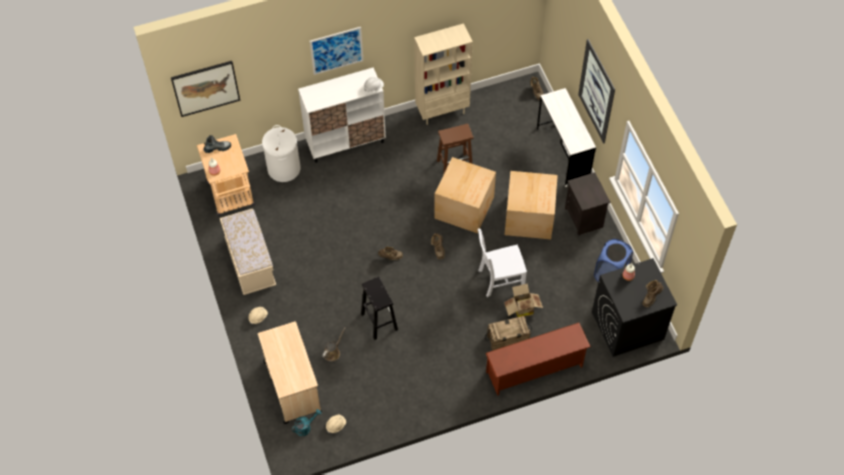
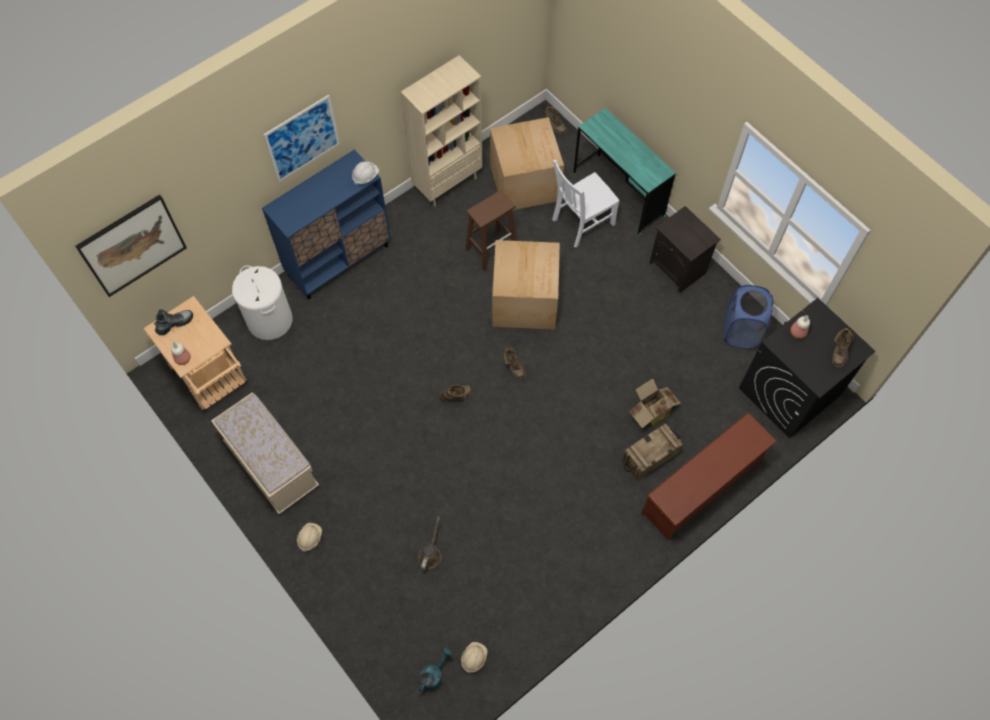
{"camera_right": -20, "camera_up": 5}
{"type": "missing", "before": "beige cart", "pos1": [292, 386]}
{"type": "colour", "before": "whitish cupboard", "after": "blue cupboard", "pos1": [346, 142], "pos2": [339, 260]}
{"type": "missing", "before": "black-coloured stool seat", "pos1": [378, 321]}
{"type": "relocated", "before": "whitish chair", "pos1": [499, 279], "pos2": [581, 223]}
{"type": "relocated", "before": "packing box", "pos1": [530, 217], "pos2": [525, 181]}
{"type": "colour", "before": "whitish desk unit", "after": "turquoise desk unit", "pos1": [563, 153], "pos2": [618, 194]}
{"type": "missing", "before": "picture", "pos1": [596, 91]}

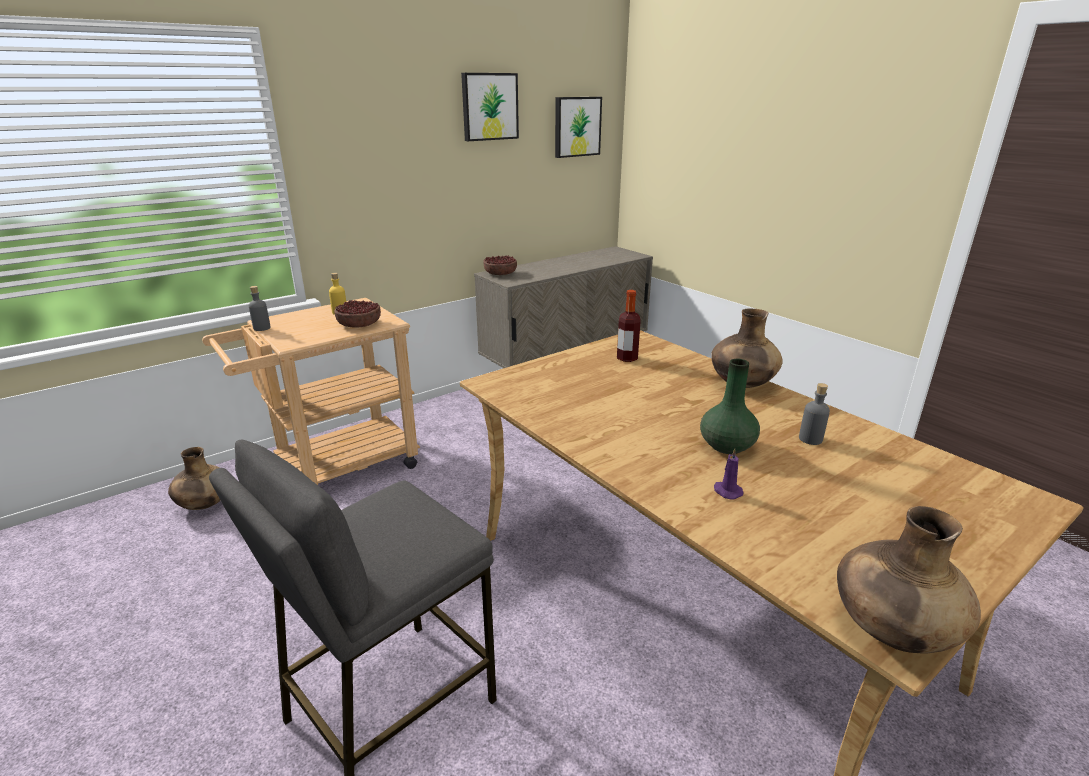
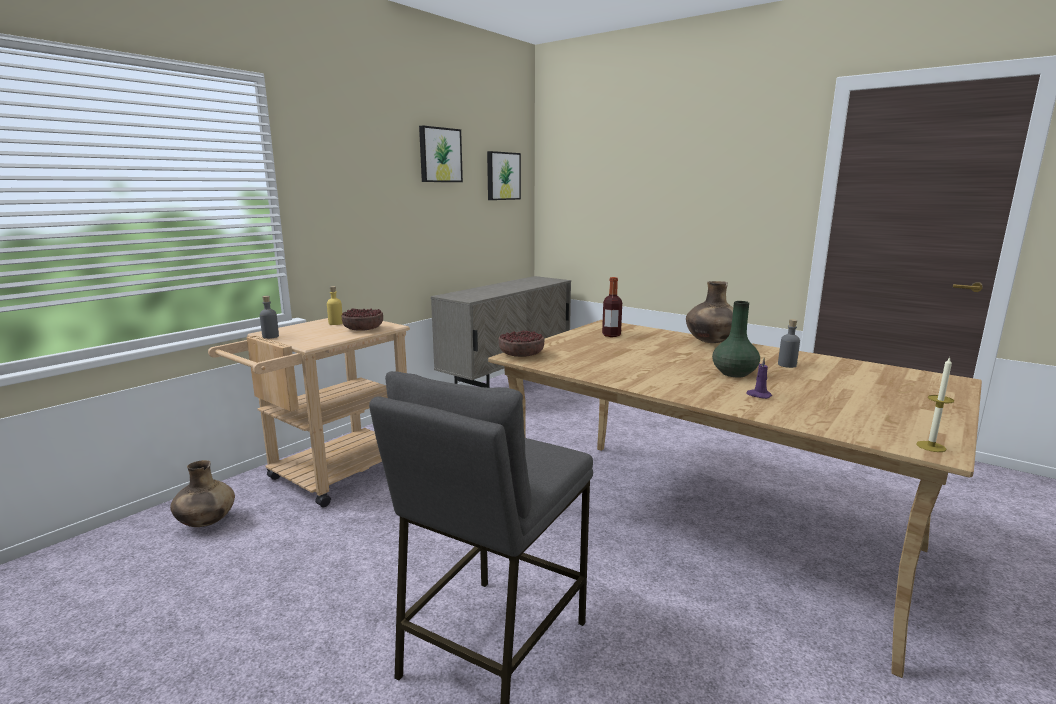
{"camera_right": -15, "camera_up": -10}
{"type": "relocated", "before": "deep dish", "pos1": [500, 273], "pos2": [521, 354]}
{"type": "exchanged", "before": "brown-coloured vase", "after": "candle", "pos1": [891, 630], "pos2": [931, 446]}

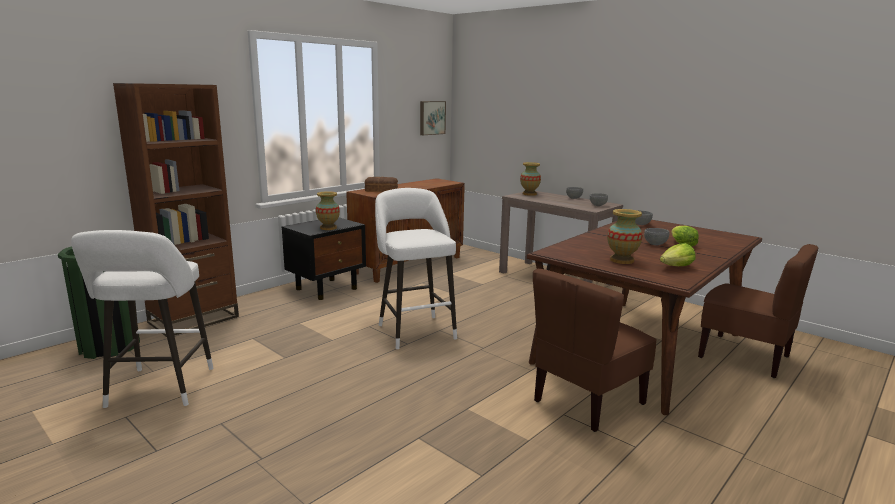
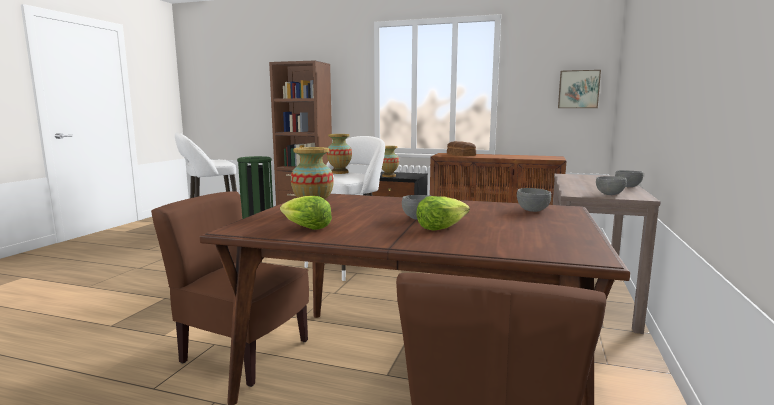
{"camera_right": 65, "camera_up": -5}
{"type": "relocated", "before": "vase", "pos1": [529, 194], "pos2": [339, 172]}

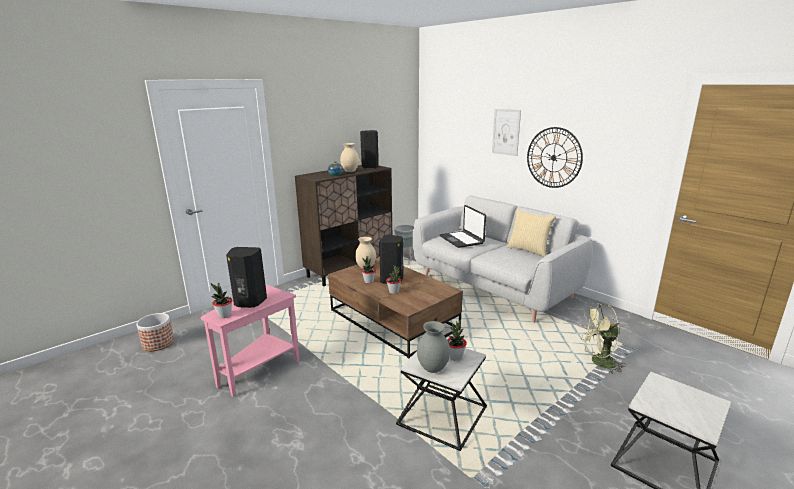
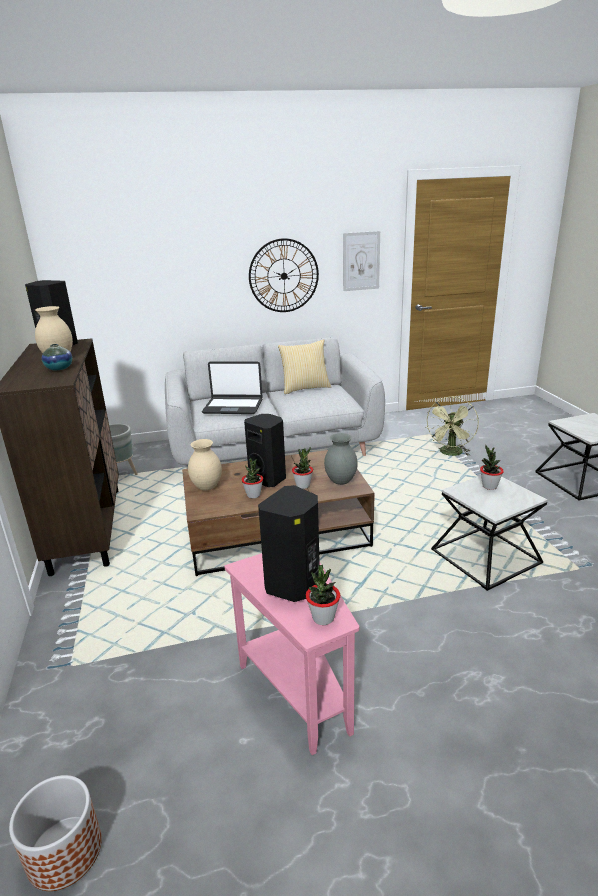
{"camera_right": -60, "camera_up": 5}
{"type": "relocated", "before": "grey vase", "pos1": [433, 368], "pos2": [340, 481]}
{"type": "relocated", "before": "picture", "pos1": [506, 132], "pos2": [361, 261]}

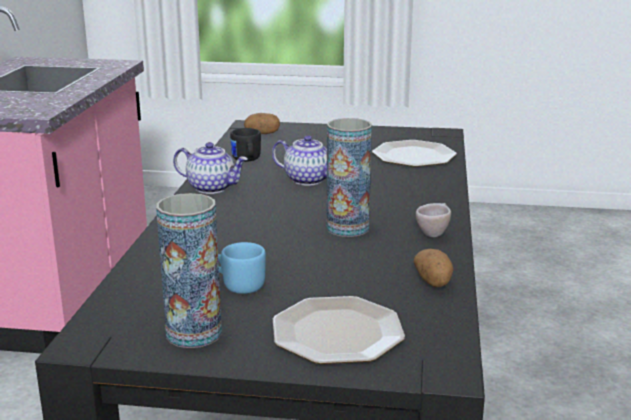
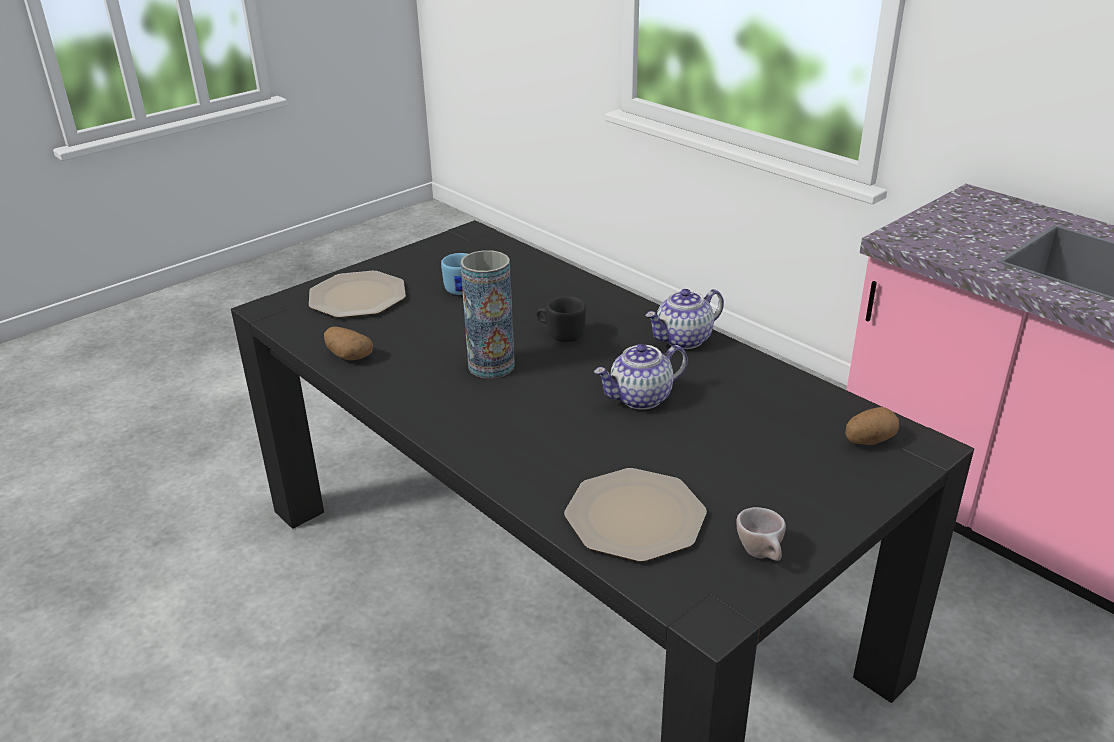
{"camera_right": 130, "camera_up": 10}
{"type": "missing", "before": "vase", "pos1": [194, 333]}
{"type": "relocated", "before": "black-coloured mug", "pos1": [246, 160], "pos2": [560, 334]}
{"type": "relocated", "before": "beige cup", "pos1": [434, 233], "pos2": [762, 555]}

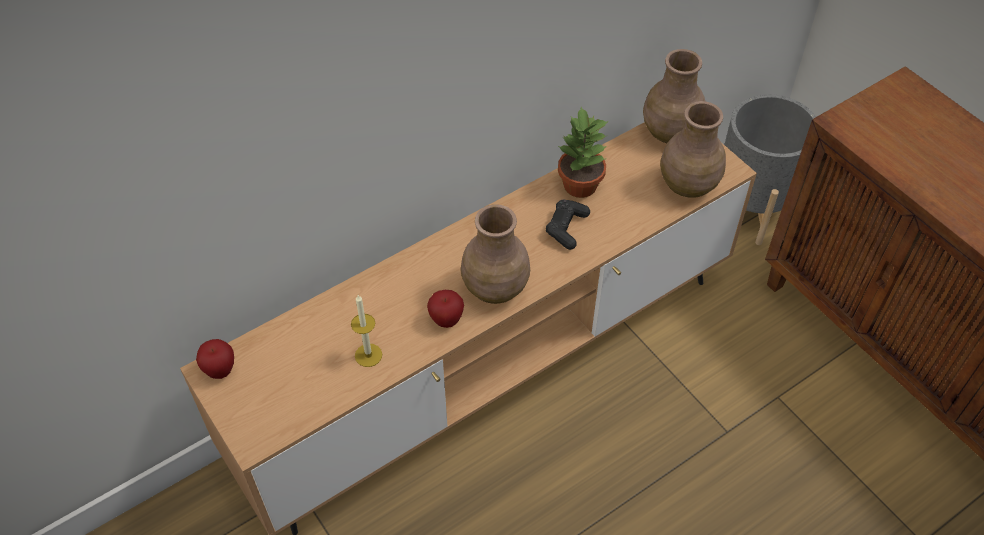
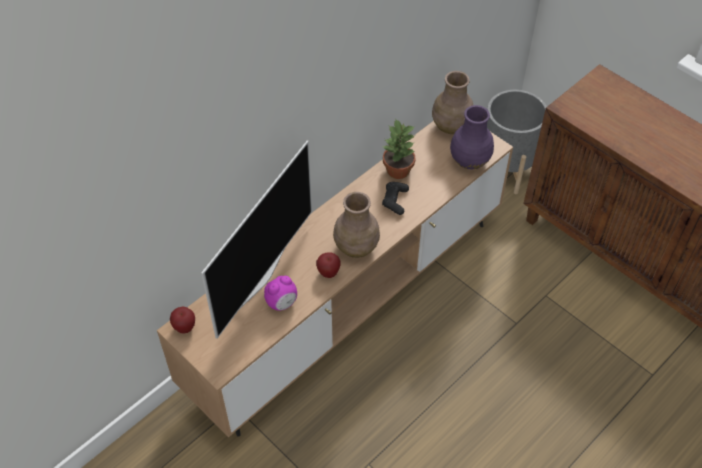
{"camera_right": -10, "camera_up": 0}
{"type": "exchanged", "before": "candle", "after": "alarm clock", "pos1": [368, 355], "pos2": [282, 303]}
{"type": "colour", "before": "brown-coloured vase", "after": "purple-coloured vase", "pos1": [689, 185], "pos2": [470, 161]}
{"type": "appeared", "after": "TV set", "pos2": [260, 277]}

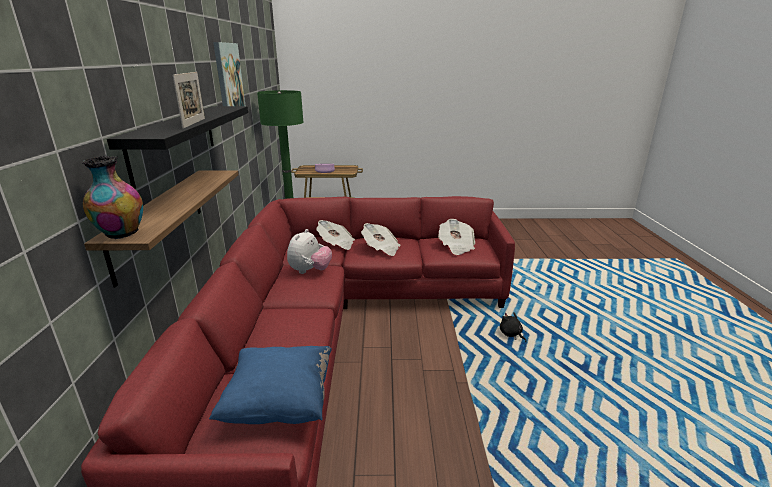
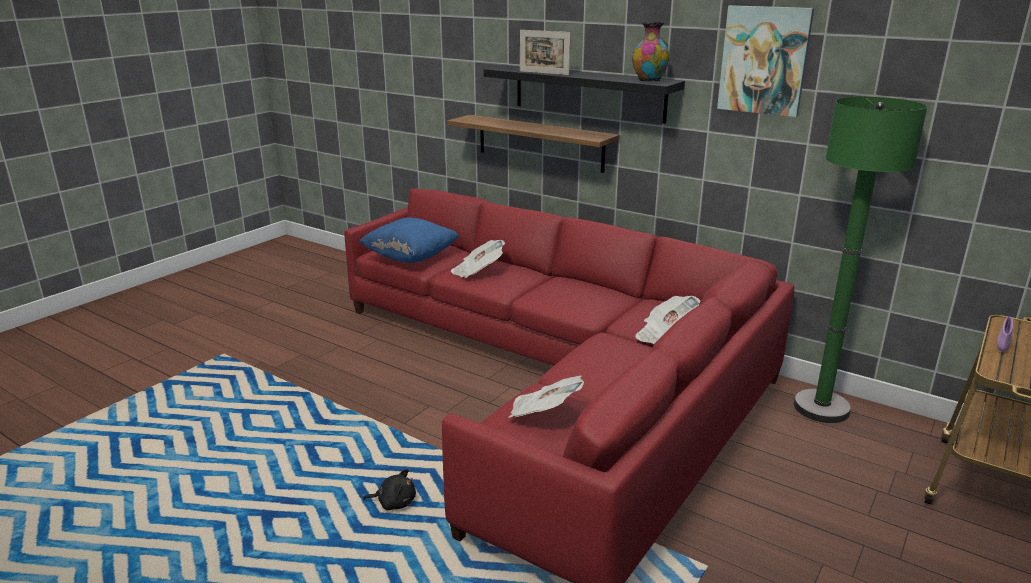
{"camera_right": 125, "camera_up": 0}
{"type": "relocated", "before": "vase", "pos1": [121, 234], "pos2": [649, 80]}
{"type": "missing", "before": "soft toy", "pos1": [310, 271]}
{"type": "relocated", "before": "newspaper", "pos1": [381, 249], "pos2": [477, 272]}

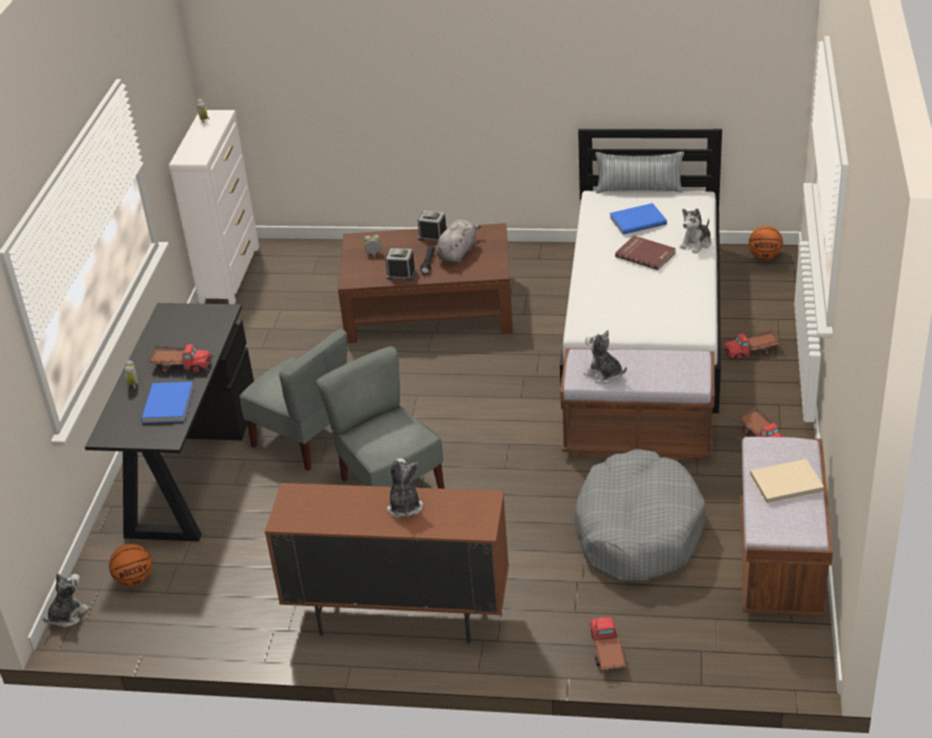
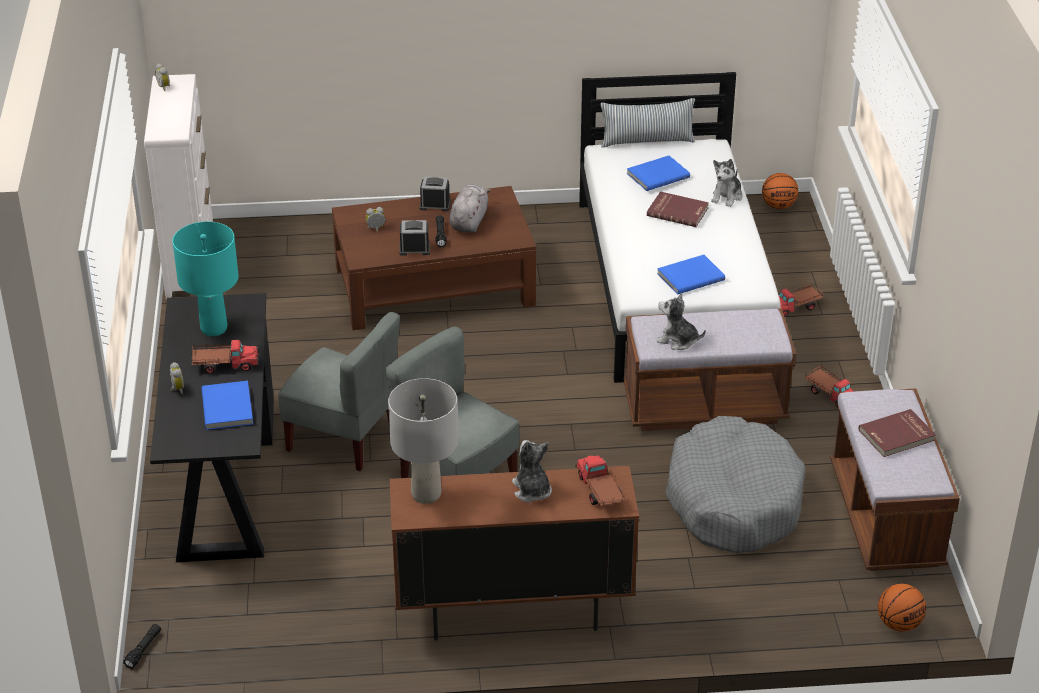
{"camera_right": -15, "camera_up": 0}
{"type": "exchanged", "before": "soft toy", "after": "black-coloured flashlight", "pos1": [67, 615], "pos2": [143, 650]}
{"type": "relocated", "before": "basketball ball", "pos1": [134, 580], "pos2": [899, 624]}
{"type": "relocated", "before": "model truck", "pos1": [607, 652], "pos2": [599, 491]}
{"type": "colour", "before": "beige volume", "after": "red-coloured volume", "pos1": [786, 484], "pos2": [897, 436]}
{"type": "appeared", "after": "turquoise tabletop lamp", "pos2": [214, 329]}
{"type": "appeared", "after": "grey tabletop lamp", "pos2": [426, 494]}
{"type": "appeared", "after": "blue volume", "pos2": [690, 276]}

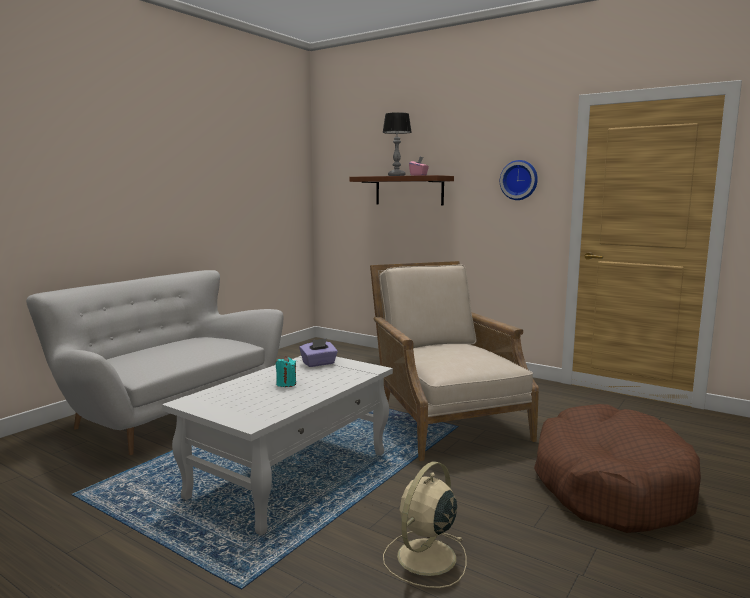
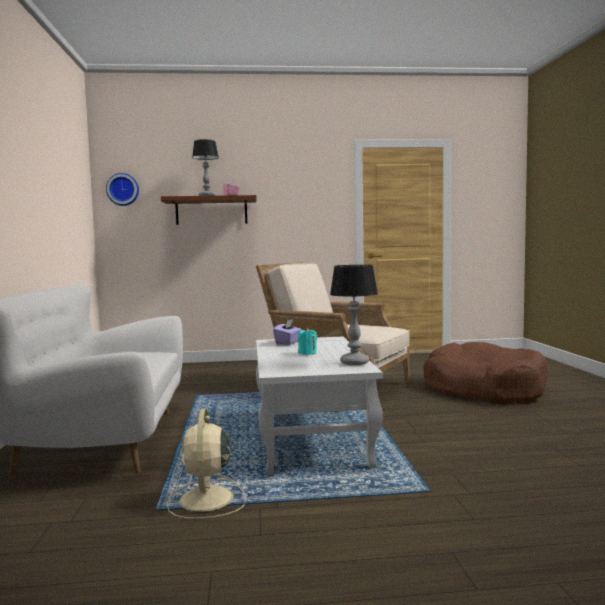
{"camera_right": -40, "camera_up": -5}
{"type": "relocated", "before": "beige electric fan", "pos1": [425, 558], "pos2": [206, 500]}
{"type": "relocated", "before": "wall clock", "pos1": [519, 180], "pos2": [123, 189]}
{"type": "appeared", "after": "tabletop lamp", "pos2": [355, 362]}

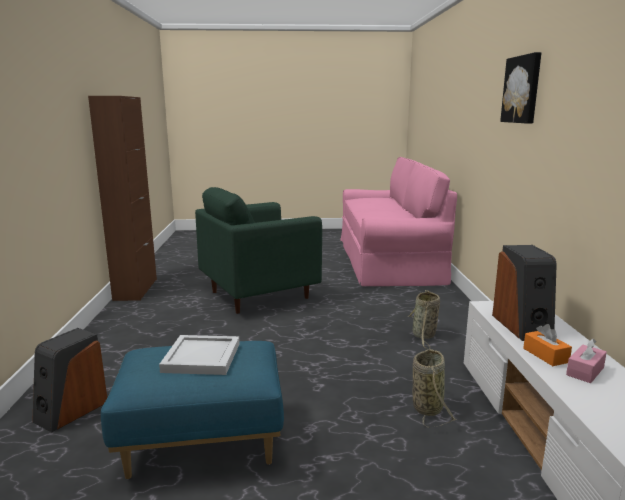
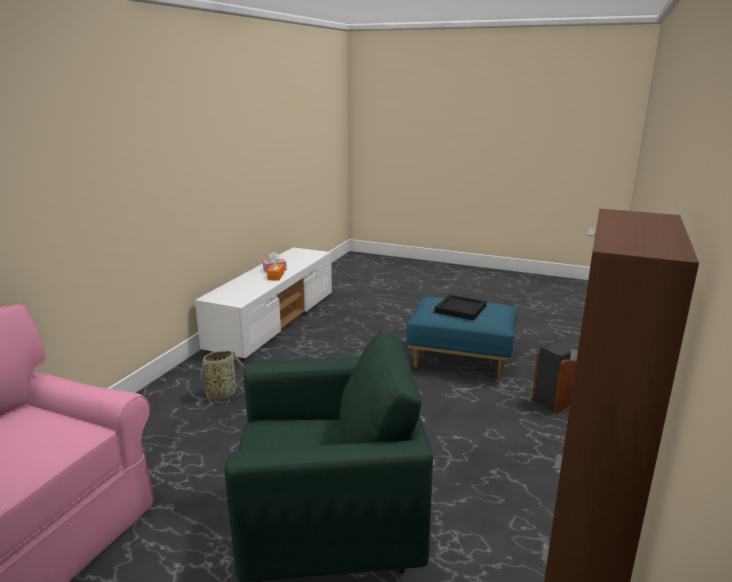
{"camera_right": -155, "camera_up": 5}
{"type": "colour", "before": "whitish carrying tray", "after": "black-coloured carrying tray", "pos1": [203, 357], "pos2": [459, 309]}
{"type": "missing", "before": "household basket", "pos1": [427, 406]}
{"type": "missing", "before": "speaker", "pos1": [522, 326]}
{"type": "missing", "before": "picture", "pos1": [522, 89]}

